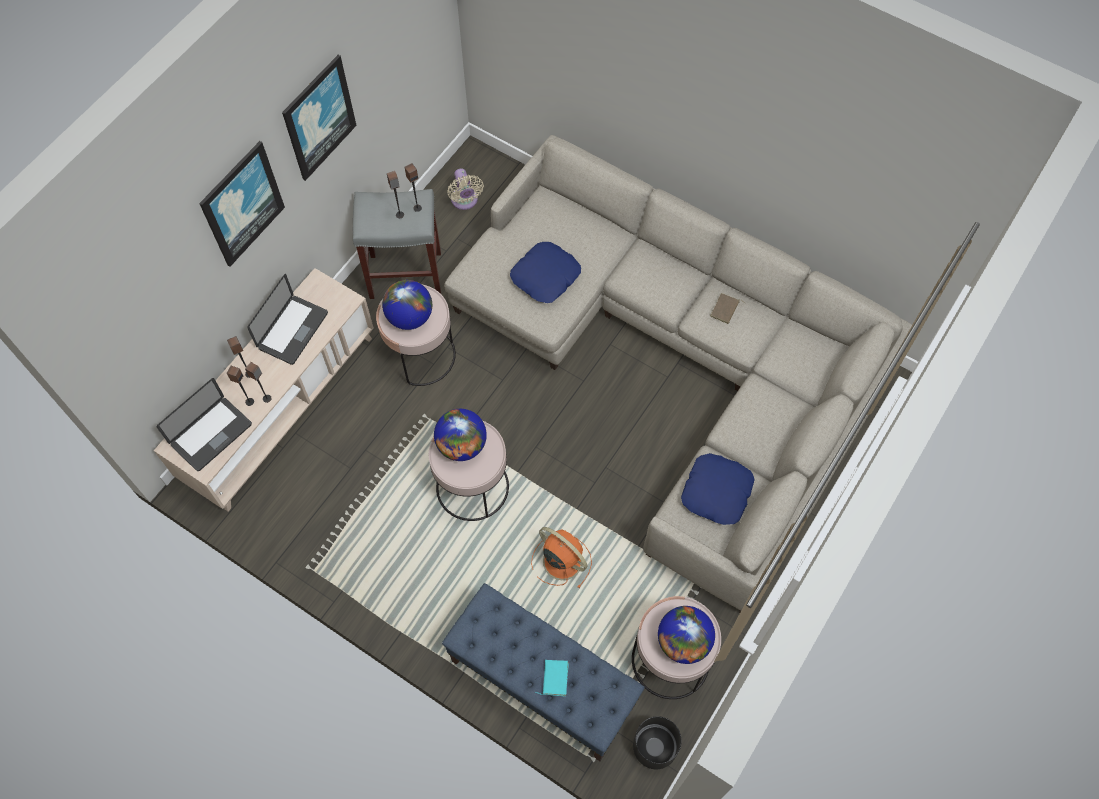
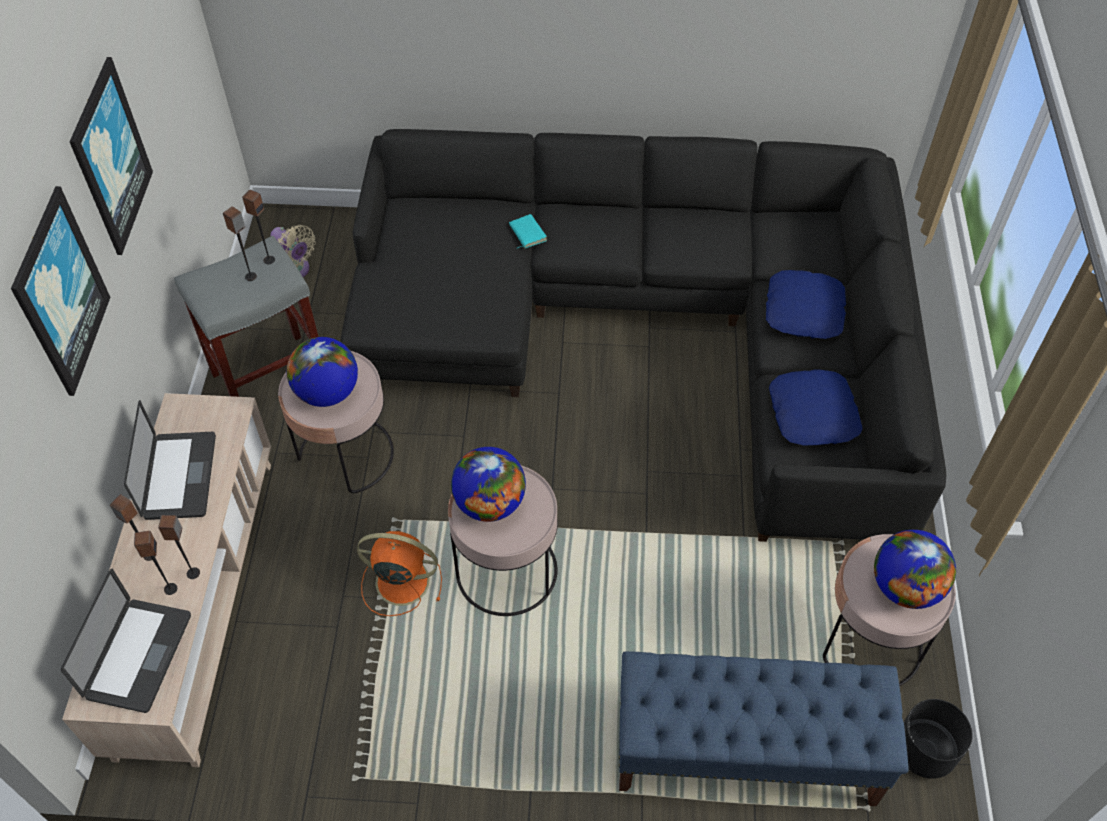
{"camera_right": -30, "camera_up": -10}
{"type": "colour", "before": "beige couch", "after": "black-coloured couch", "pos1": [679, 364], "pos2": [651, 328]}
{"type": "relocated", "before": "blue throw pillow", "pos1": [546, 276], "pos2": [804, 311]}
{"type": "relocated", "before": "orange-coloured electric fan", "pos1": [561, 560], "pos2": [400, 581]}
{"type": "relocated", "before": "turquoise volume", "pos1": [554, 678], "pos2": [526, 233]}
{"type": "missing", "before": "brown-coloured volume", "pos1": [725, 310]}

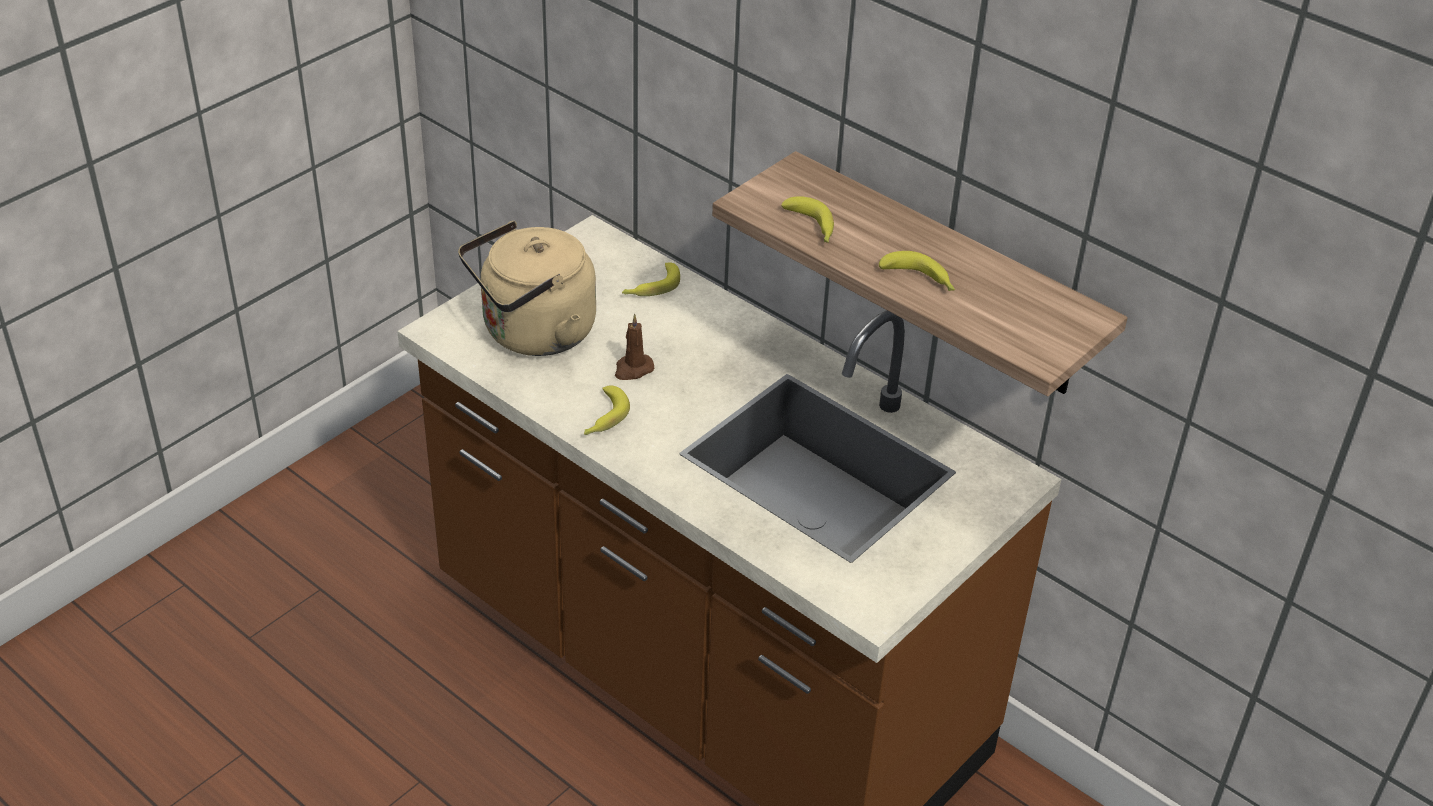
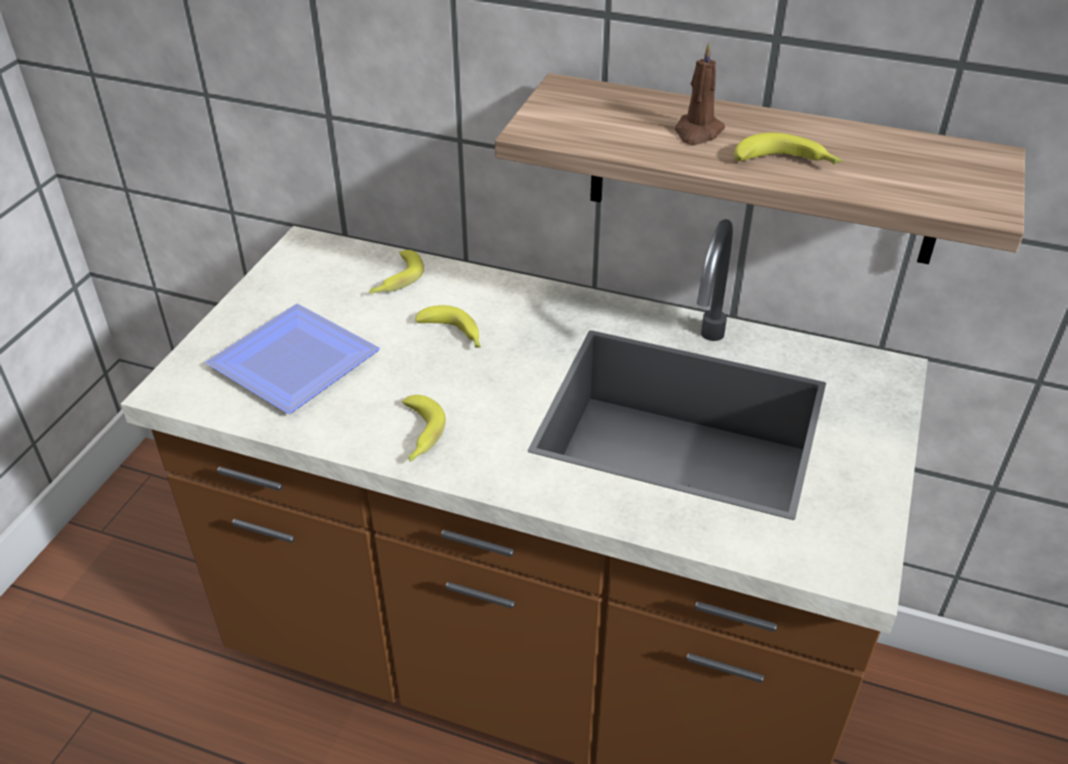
{"camera_right": -20, "camera_up": 0}
{"type": "exchanged", "before": "beige tea kettle", "after": "plate", "pos1": [533, 334], "pos2": [288, 363]}
{"type": "relocated", "before": "brown-coloured candle", "pos1": [633, 369], "pos2": [697, 132]}
{"type": "relocated", "before": "banana", "pos1": [812, 228], "pos2": [454, 335]}

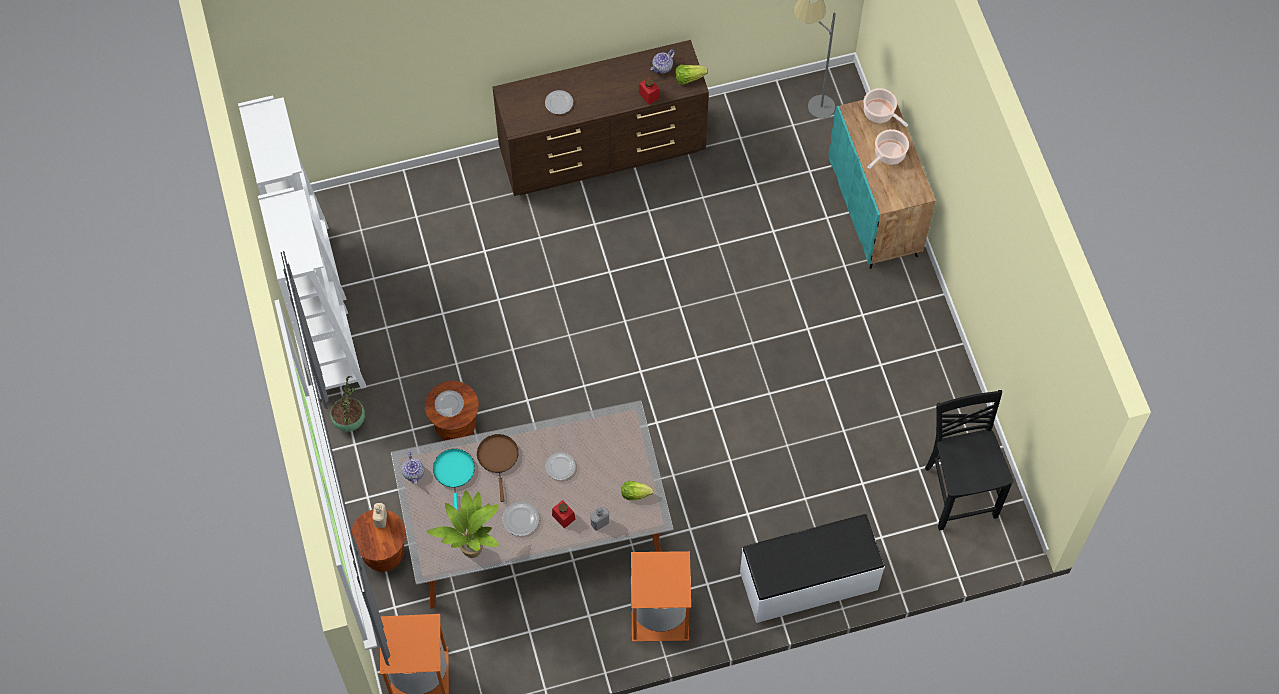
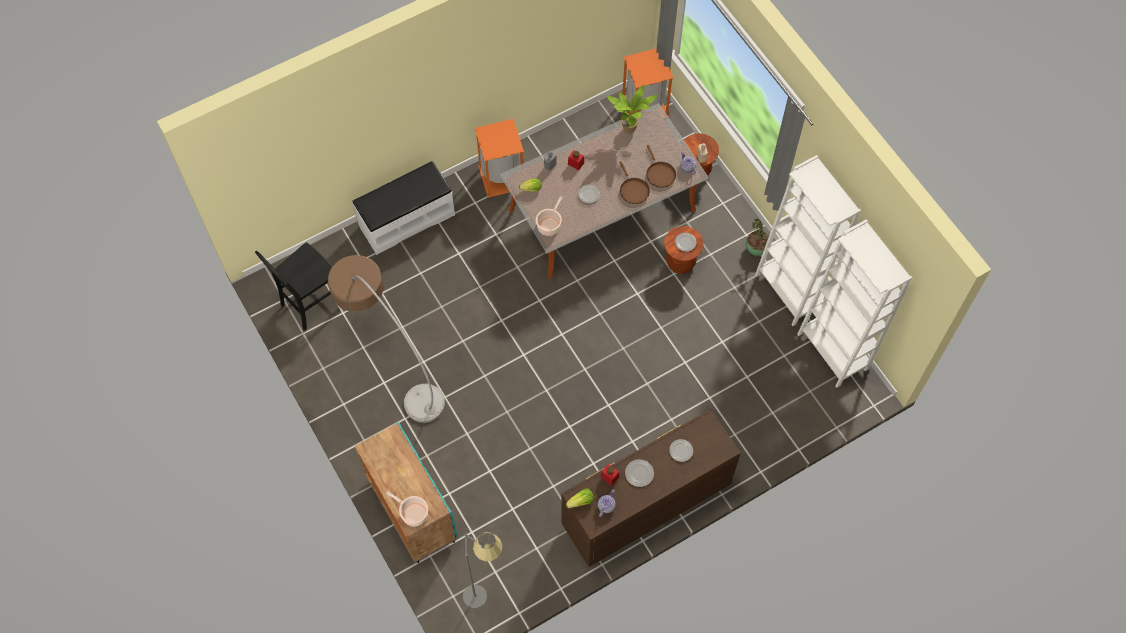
{"camera_right": 165, "camera_up": 0}
{"type": "colour", "before": "turquoise pan", "after": "brown-coloured pan", "pos1": [454, 473], "pos2": [659, 174]}
{"type": "relocated", "before": "plate", "pos1": [521, 520], "pos2": [639, 473]}
{"type": "relocated", "before": "cooking pot", "pos1": [888, 155], "pos2": [549, 225]}
{"type": "spun", "before": "black-coloured chair", "pos1": [959, 491], "pos2": [311, 303], "turn": 75}
{"type": "appeared", "after": "standard lamp", "pos2": [392, 363]}

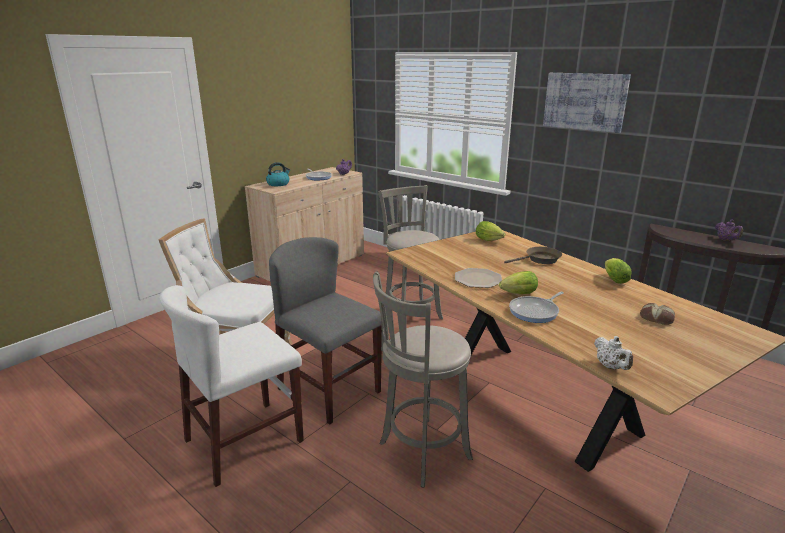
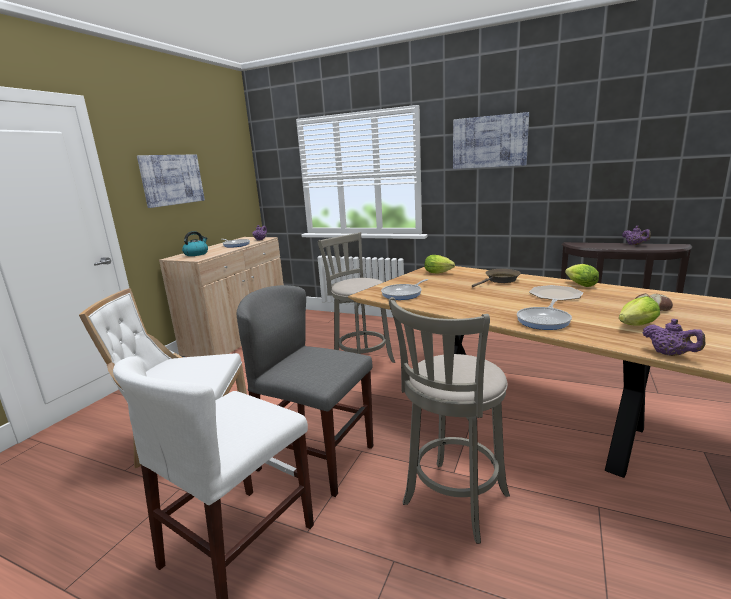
{"camera_right": -15, "camera_up": -5}
{"type": "relocated", "before": "plate", "pos1": [478, 279], "pos2": [555, 294]}
{"type": "relocated", "before": "lettuce head", "pos1": [517, 294], "pos2": [635, 326]}
{"type": "colour", "before": "whitish teapot", "after": "purple-coloured teapot", "pos1": [610, 367], "pos2": [669, 354]}
{"type": "appeared", "after": "picture", "pos2": [172, 179]}
{"type": "appeared", "after": "pan", "pos2": [403, 294]}

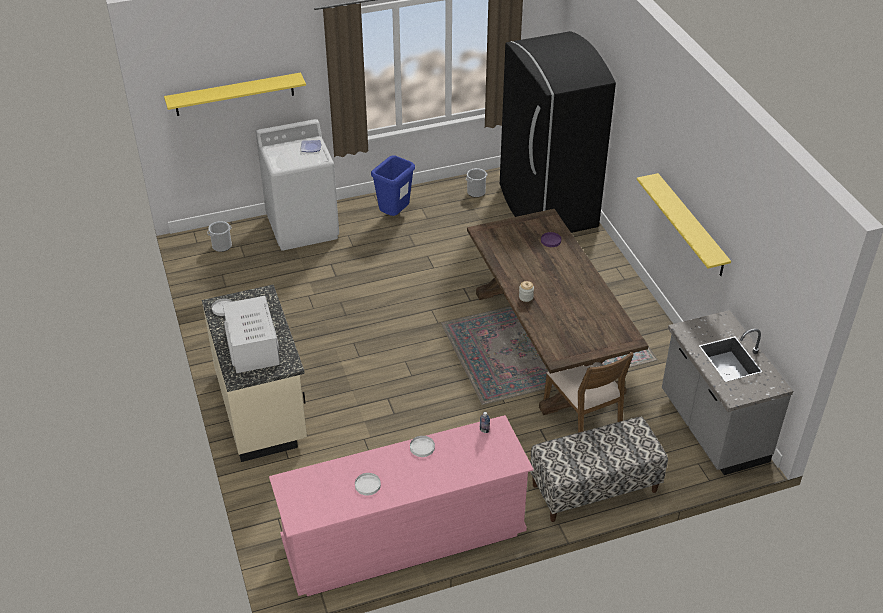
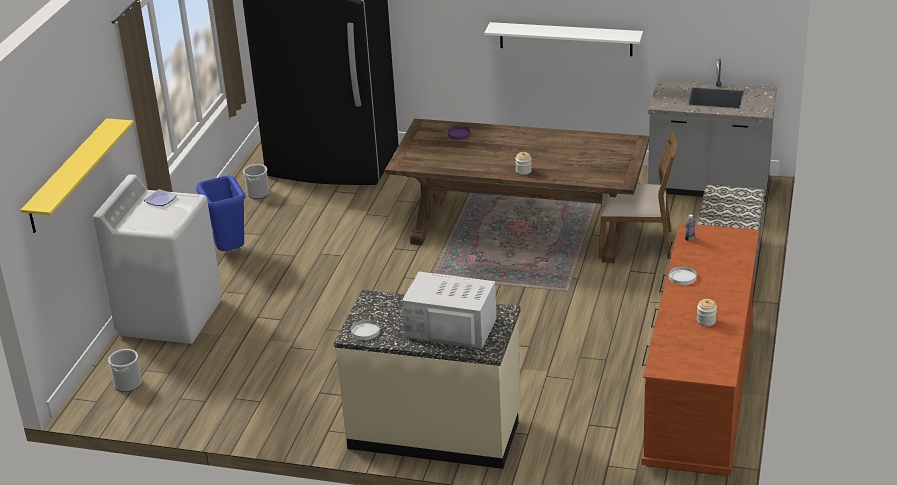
{"camera_right": -55, "camera_up": -10}
{"type": "colour", "before": "pinkish drawer chest", "after": "brown-coloured drawer chest", "pos1": [403, 538], "pos2": [699, 392]}
{"type": "exchanged", "before": "whitish plate", "after": "jar", "pos1": [367, 485], "pos2": [706, 321]}
{"type": "colour", "before": "yellow shelf", "after": "whitish shelf", "pos1": [691, 225], "pos2": [565, 39]}

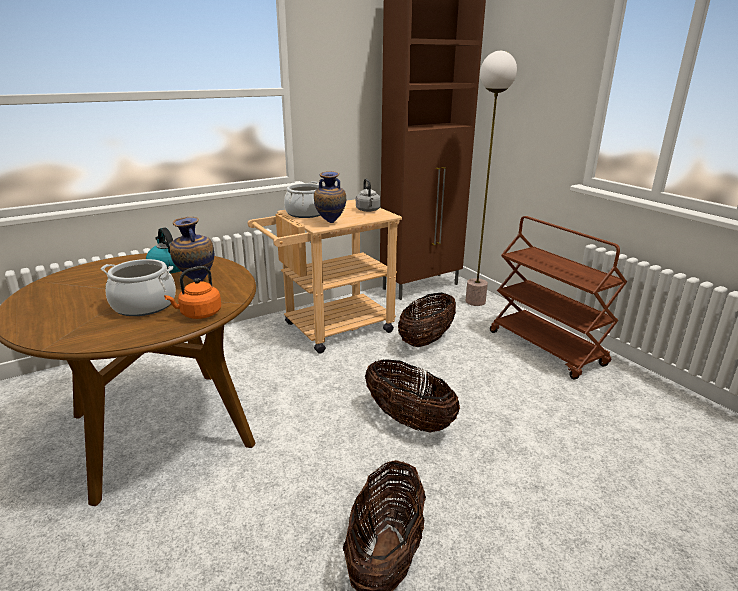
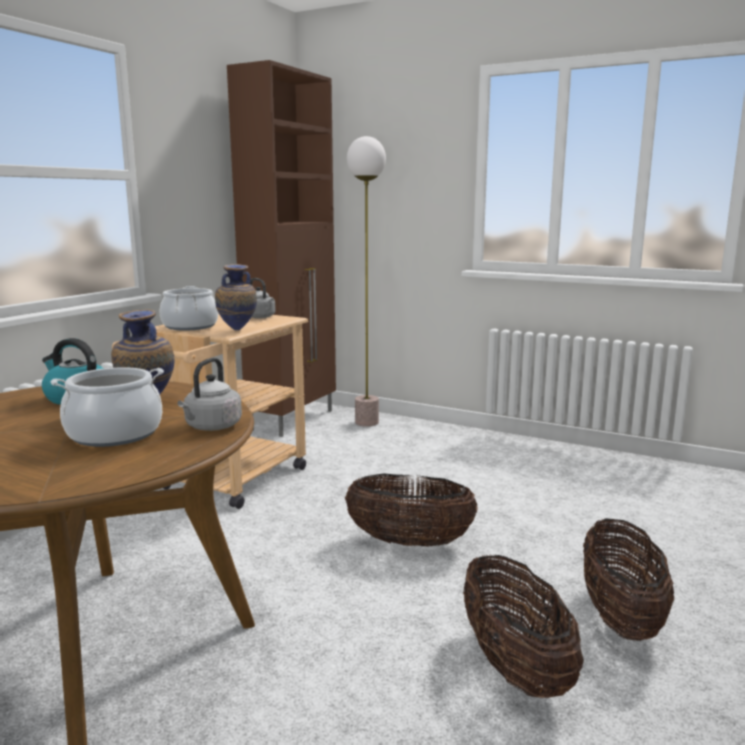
{"camera_right": -30, "camera_up": -10}
{"type": "colour", "before": "orange-coloured tea kettle", "after": "grey tea kettle", "pos1": [199, 314], "pos2": [211, 427]}
{"type": "relocated", "before": "household basket", "pos1": [426, 340], "pos2": [620, 617]}
{"type": "missing", "before": "brown-coloured cart", "pos1": [547, 348]}

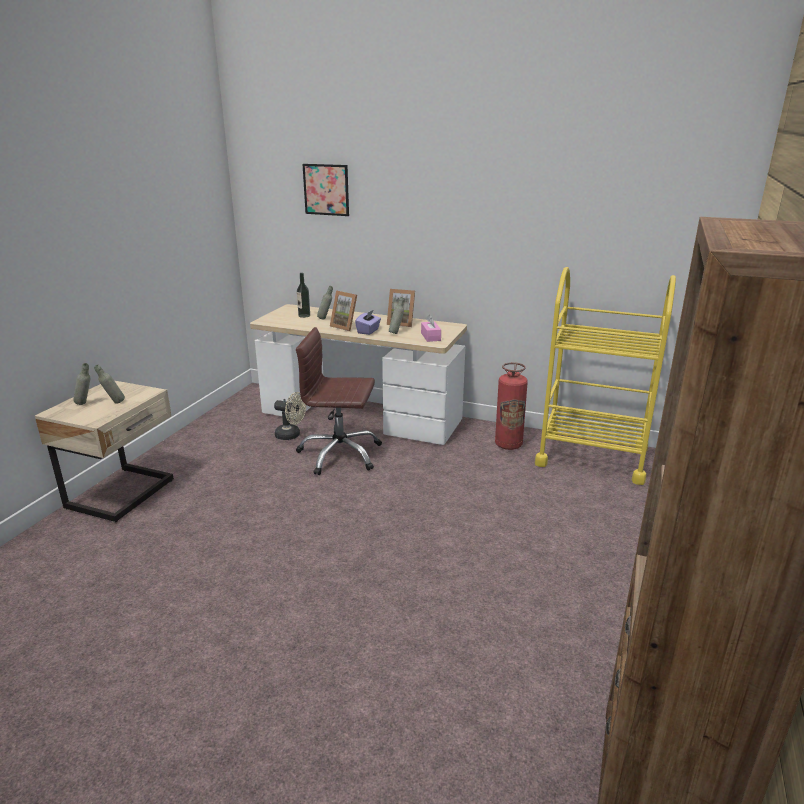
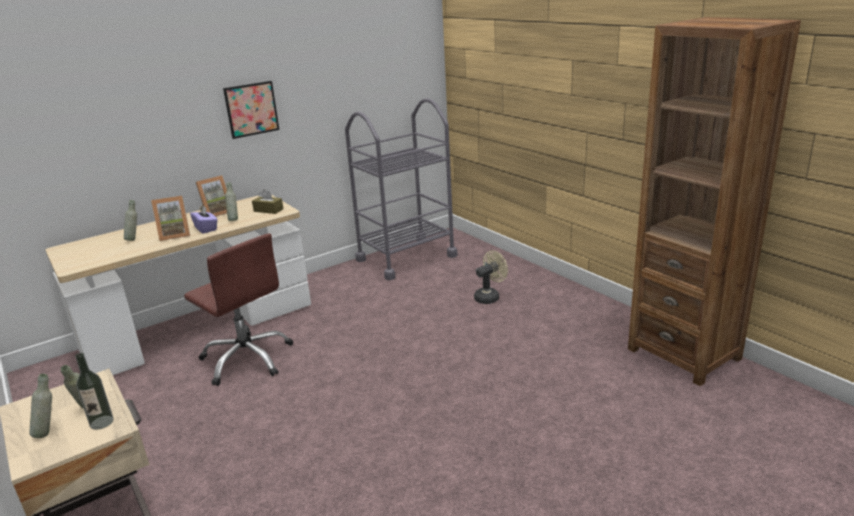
{"camera_right": -55, "camera_up": 0}
{"type": "relocated", "before": "beige electric fan", "pos1": [291, 435], "pos2": [490, 297]}
{"type": "spun", "before": "brown-coloured office chair", "pos1": [340, 454], "pos2": [247, 358], "turn": -90}
{"type": "relocated", "before": "drink bottle", "pos1": [304, 315], "pos2": [101, 422]}
{"type": "relocated", "before": "picture", "pos1": [326, 189], "pos2": [251, 109]}
{"type": "colour", "before": "pinkish box of tissues", "after": "brown-coloured box of tissues", "pos1": [430, 337], "pos2": [268, 210]}
{"type": "missing", "before": "extinguisher", "pos1": [508, 444]}
{"type": "colour", "before": "yellow cart", "after": "grey cart", "pos1": [591, 456], "pos2": [406, 258]}

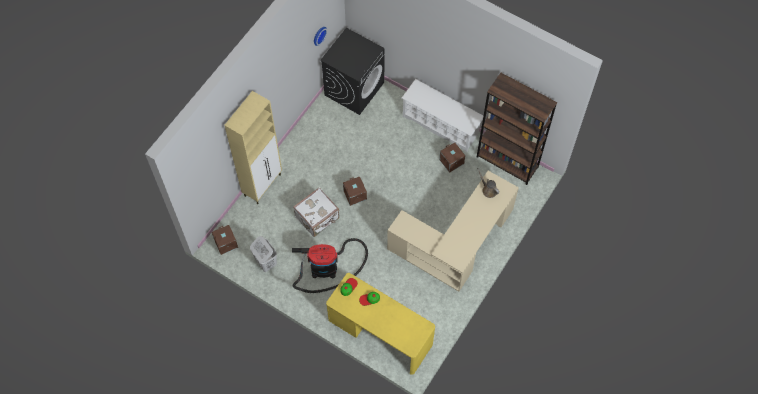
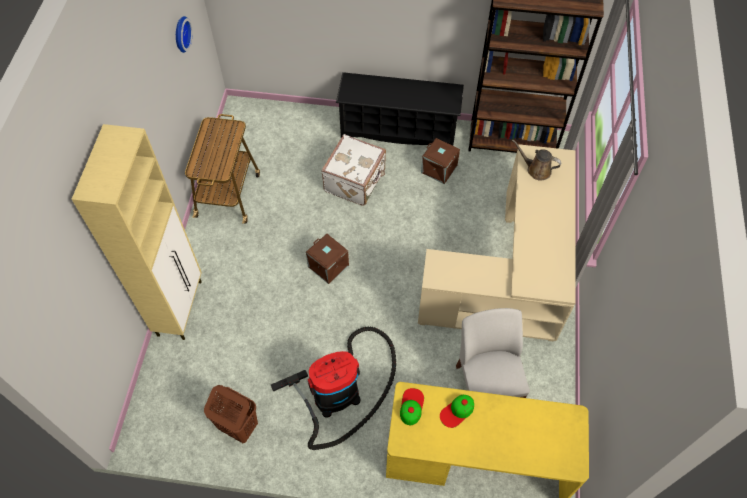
{"camera_right": -25, "camera_up": -5}
{"type": "missing", "before": "brown-coloured storage box", "pos1": [225, 243]}
{"type": "colour", "before": "whitish washing basket", "after": "brown-coloured washing basket", "pos1": [266, 262], "pos2": [238, 426]}
{"type": "relocated", "before": "whitish travel case", "pos1": [318, 218], "pos2": [355, 181]}
{"type": "missing", "before": "black-coloured laundry appliance", "pos1": [354, 88]}
{"type": "colour", "before": "whitish shoe stand", "after": "black-coloured shoe stand", "pos1": [441, 125], "pos2": [398, 129]}
{"type": "appeared", "after": "cart", "pos2": [228, 194]}
{"type": "appeared", "after": "whitish chair", "pos2": [486, 384]}

